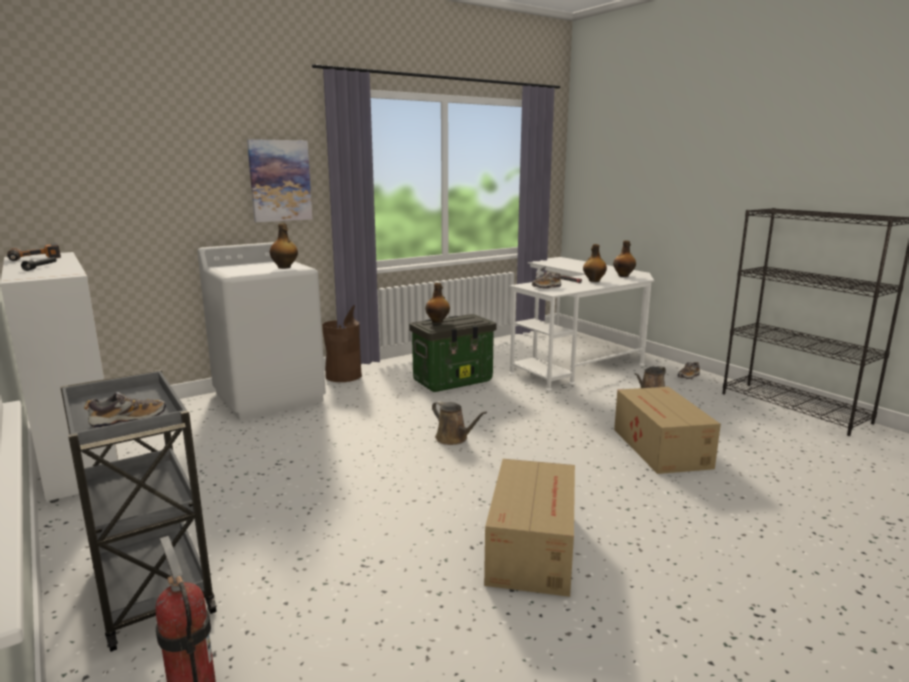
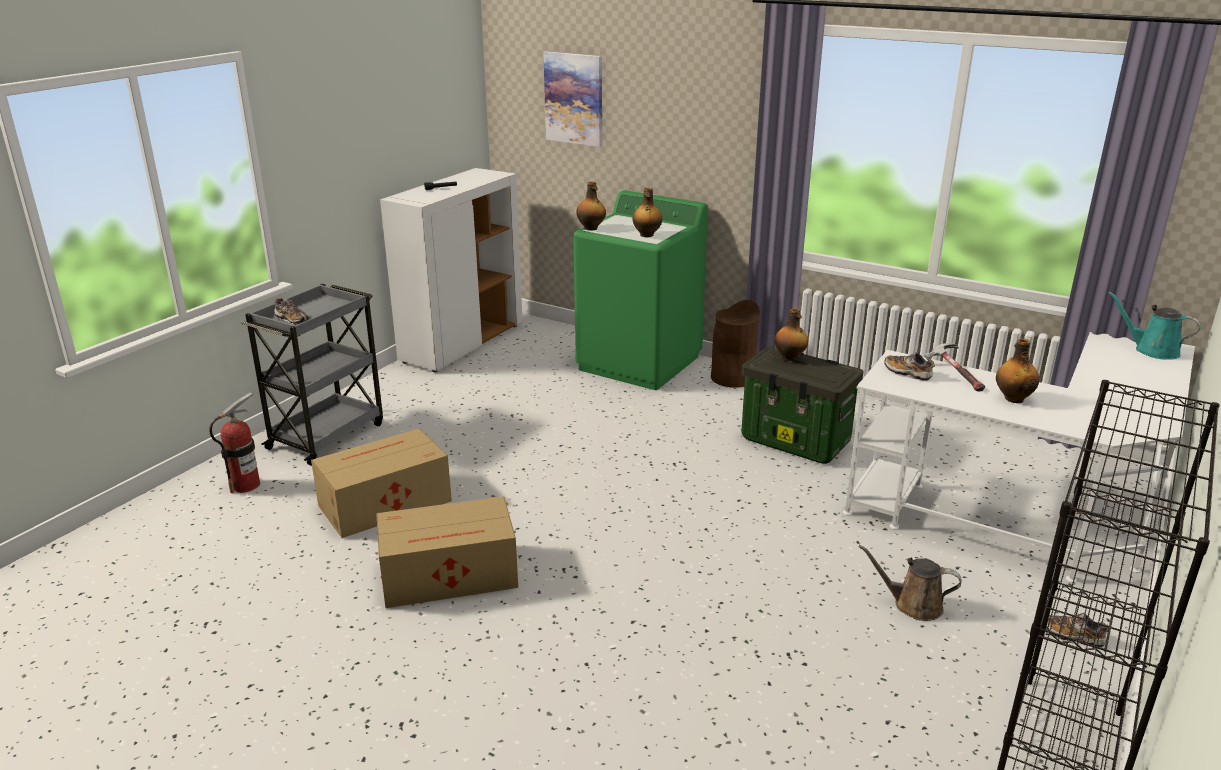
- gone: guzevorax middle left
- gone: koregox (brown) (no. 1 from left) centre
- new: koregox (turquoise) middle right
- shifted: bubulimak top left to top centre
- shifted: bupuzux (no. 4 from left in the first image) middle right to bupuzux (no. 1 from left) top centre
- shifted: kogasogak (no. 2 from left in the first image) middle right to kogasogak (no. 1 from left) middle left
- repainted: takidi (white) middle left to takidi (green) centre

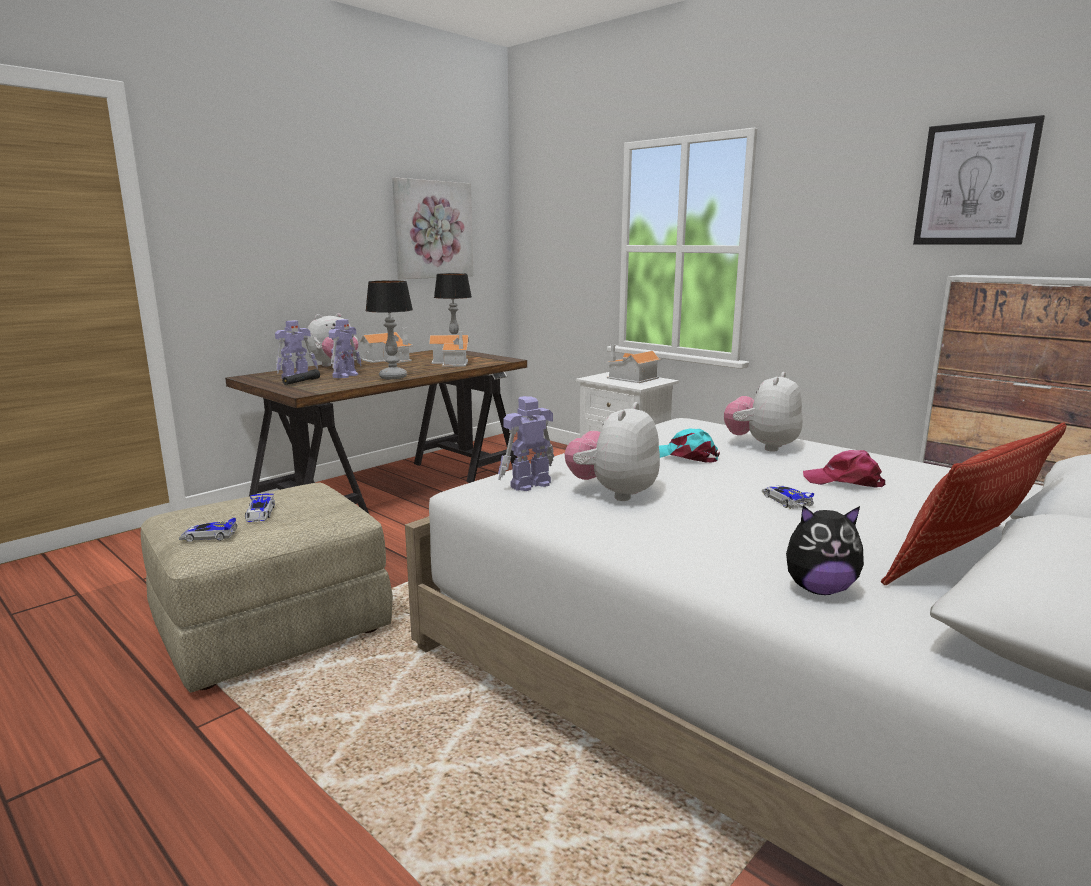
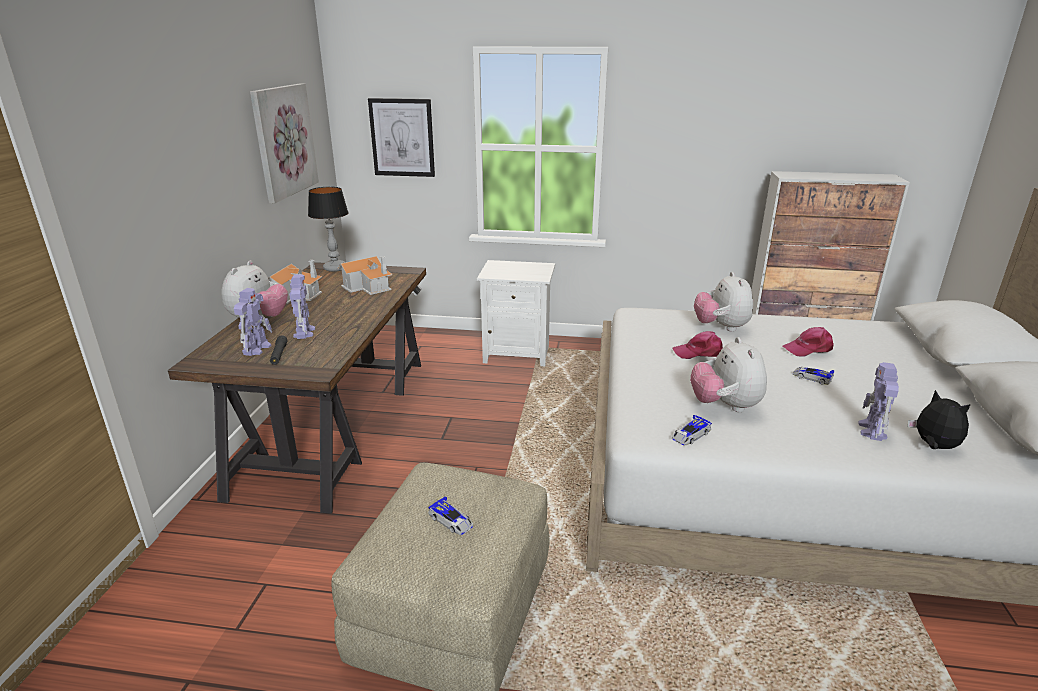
- gone: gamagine (no. 1 from left) centre
- gone: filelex (no. 3 from left) centre
- gone: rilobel middle right
- shifted: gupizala (no. 1 from left in the first image) middle left to gupizala (no. 2 from left) middle right
- shifted: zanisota (no. 3 from left) centre to middle right
- shifted: bubulimak (no. 2 from left) top right to top centre
- repainted: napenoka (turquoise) centre to napenoka (pink) (no. 1 from left) middle right
- rotated: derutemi (no. 4 from left) middle right = middle right 90 degrees counterclockwise

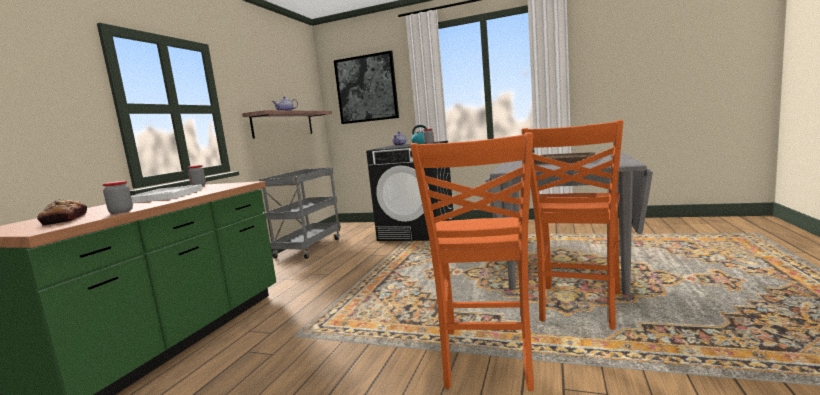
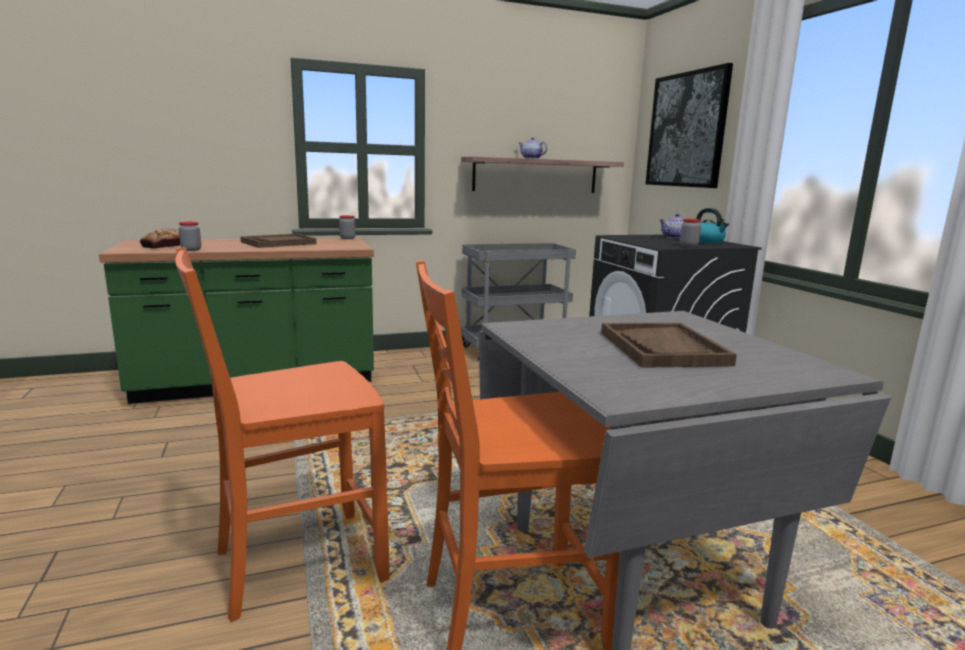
- repainted: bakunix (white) middle left to bakunix (brown) (no. 1 from left) middle left

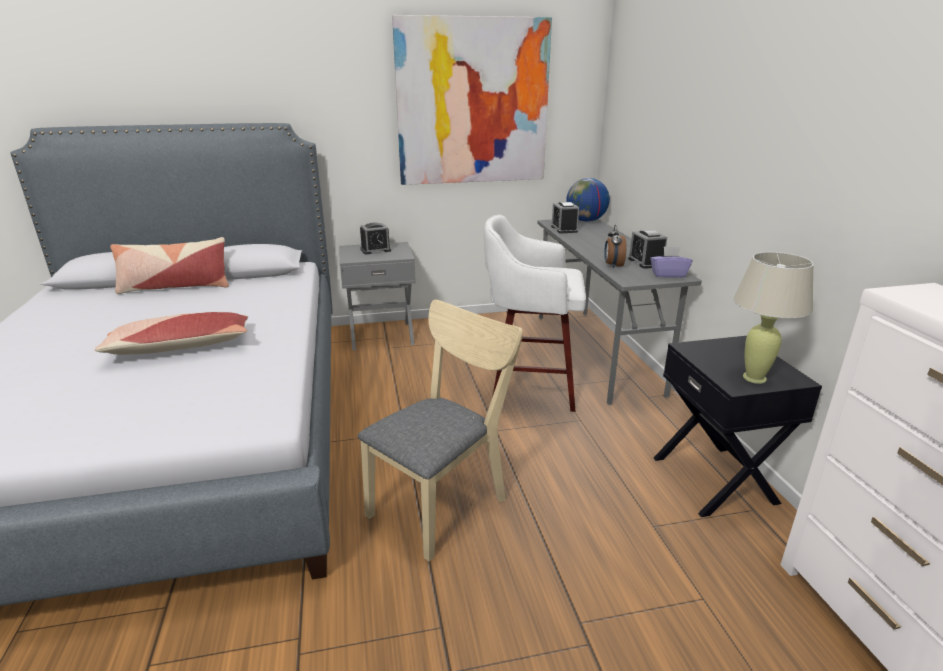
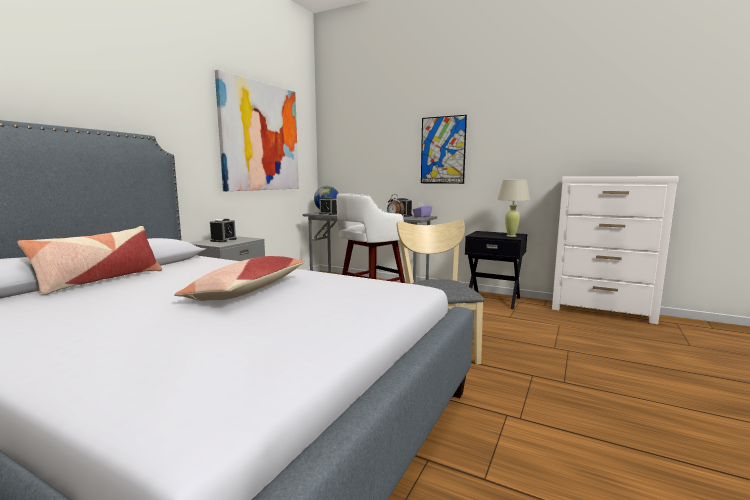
- new: bubulimak (no. 2 from left) top centre

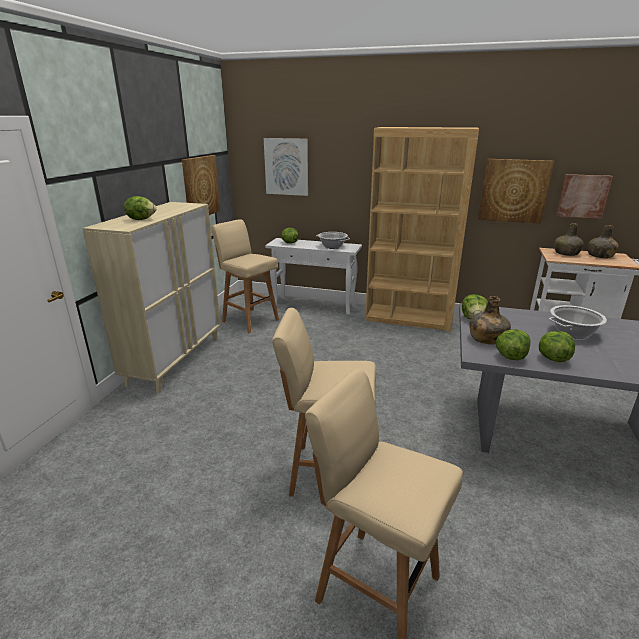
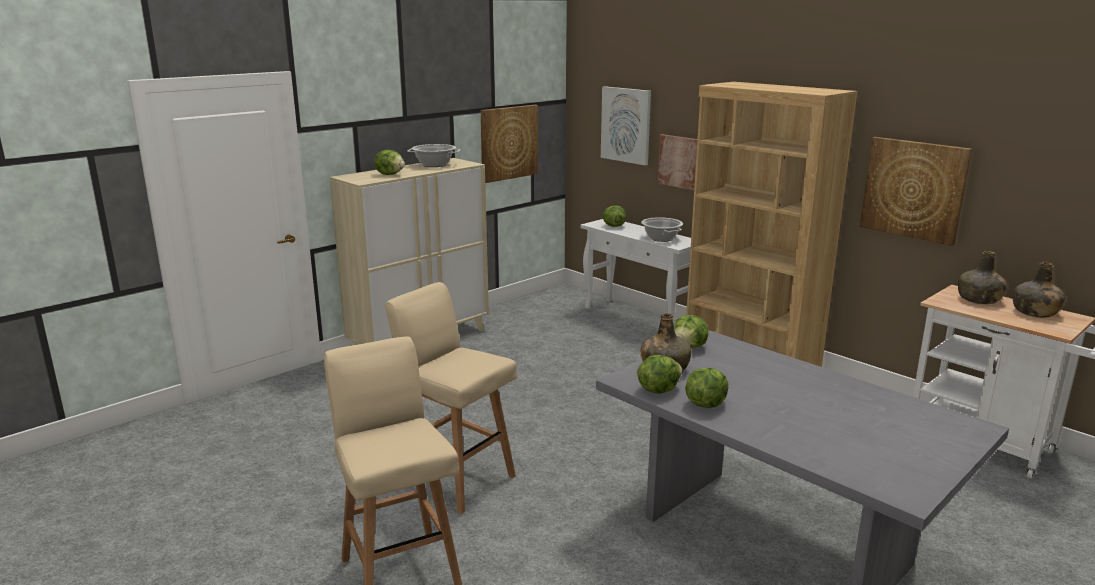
- gone: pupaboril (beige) (no. 1 from left) centre
- shifted: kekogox (no. 2 from left in the first image) middle right to kekogox (no. 1 from left) top centre
- shifted: bubulimak (no. 4 from left in the first image) top right to bubulimak (no. 3 from left) top centre

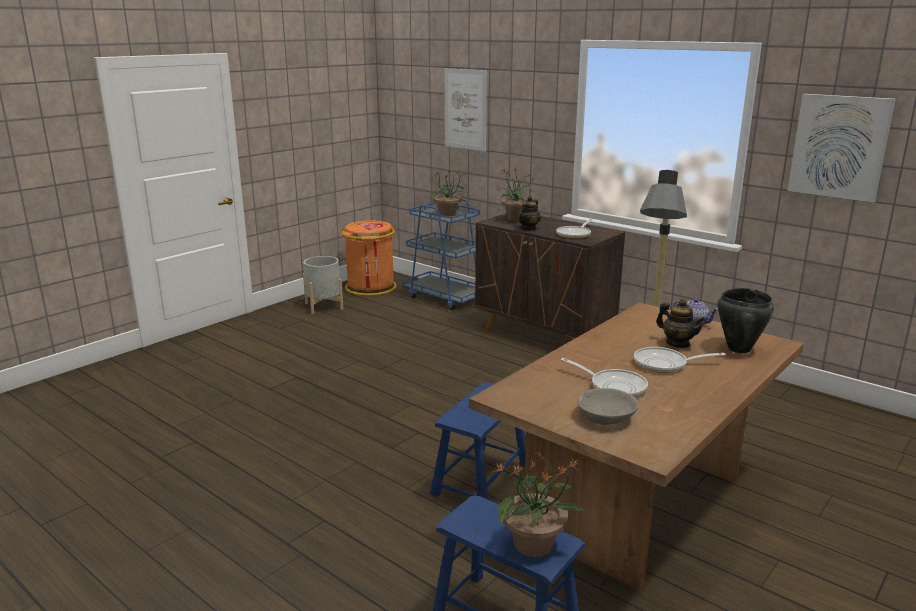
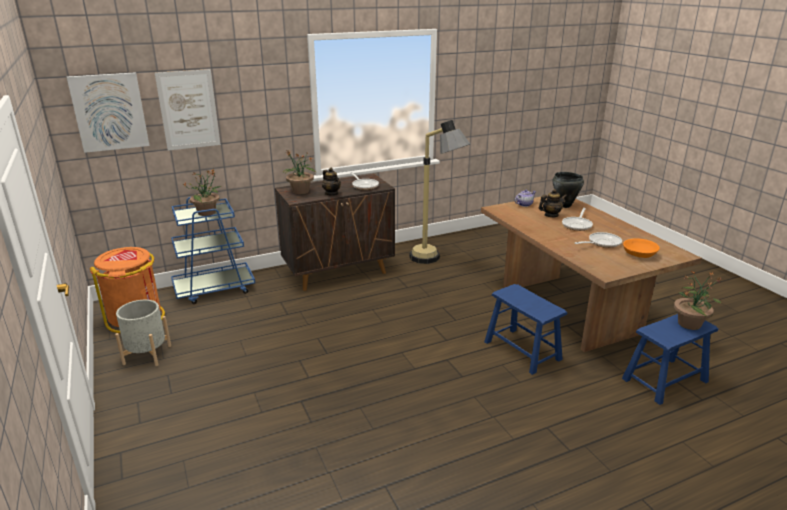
- shifted: bubulimak (no. 2 from left in the first image) top right to bubulimak (no. 1 from left) top left
- repainted: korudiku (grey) centre to korudiku (orange) middle right

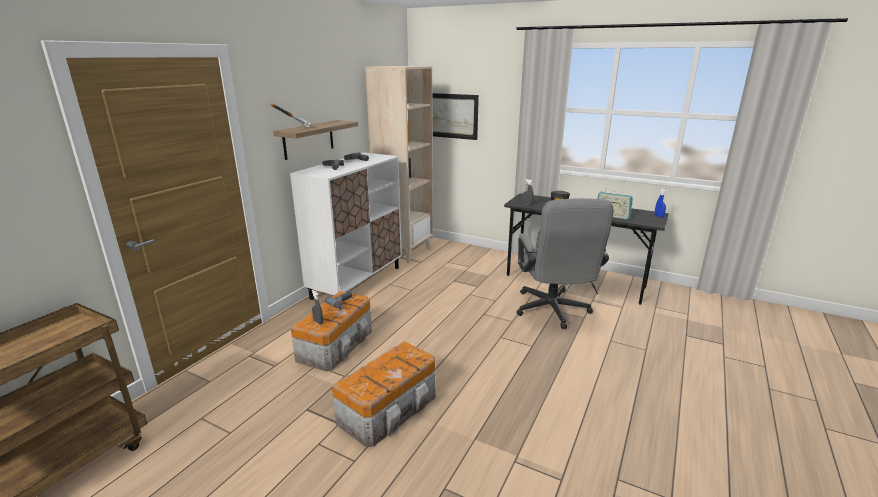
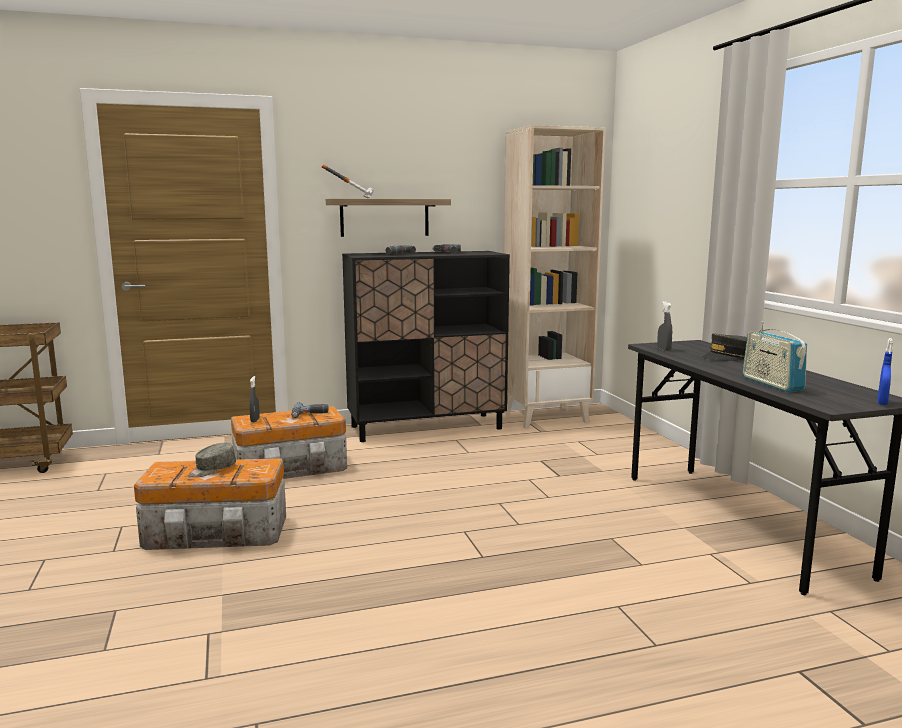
- gone: bubulimak top centre
- gone: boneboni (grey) centre
- new: napenoka (grey) (no. 1 from left) middle left
- repainted: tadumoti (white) centre to tadumoti (black) centre

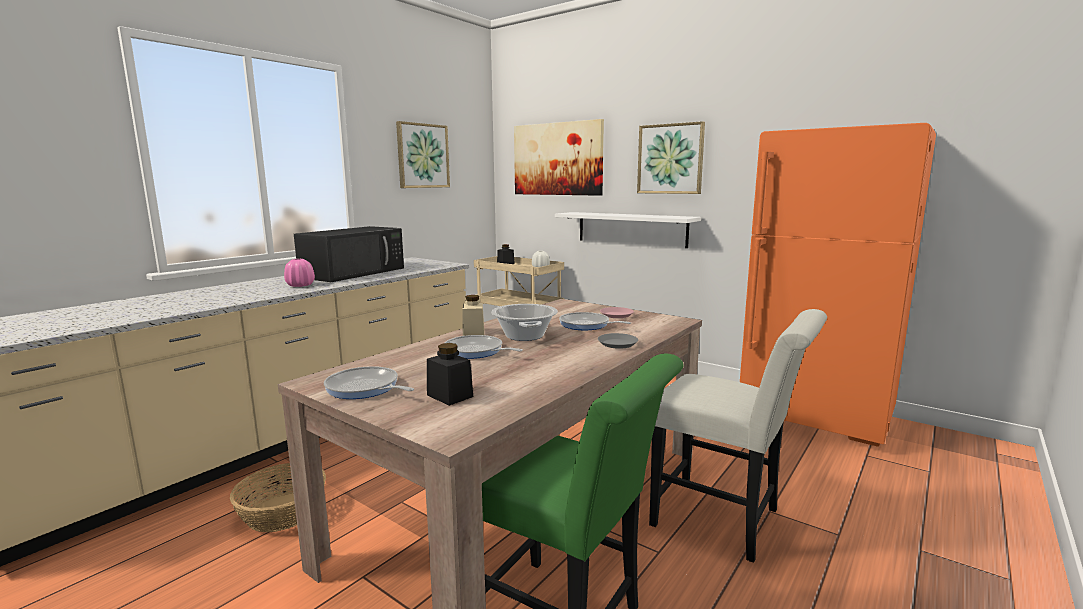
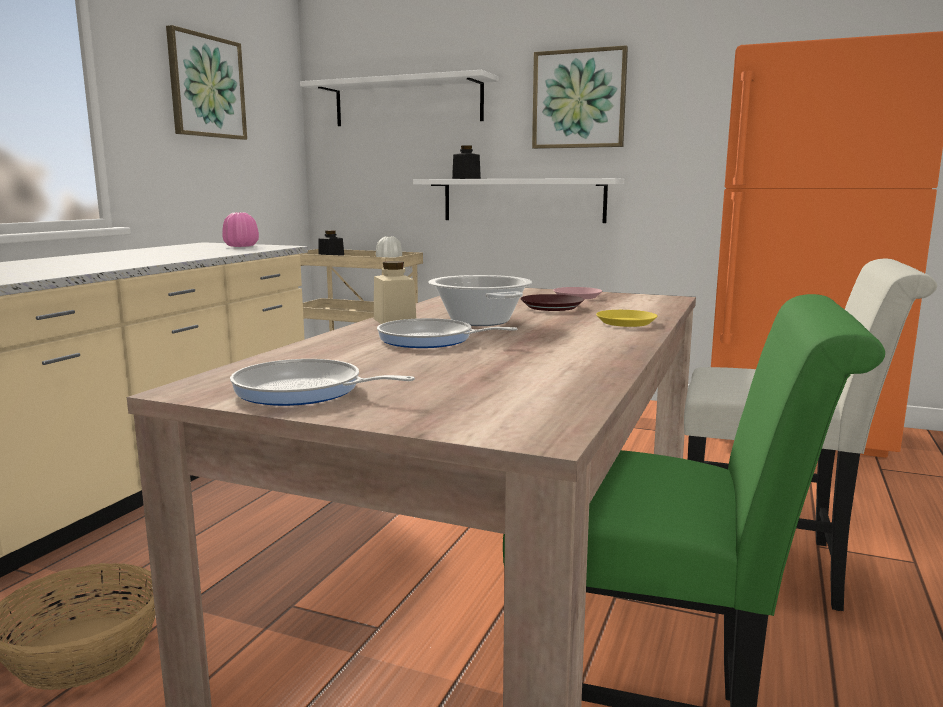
- gone: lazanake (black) middle left
- shifted: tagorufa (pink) middle left to top left
- shifted: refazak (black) (no. 1 from left in the first image) centre to refazak (black) (no. 2 from left) top centre
- swapped: bubulimak (no. 2 from left) top centre to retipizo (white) (no. 1 from left) top centre
- swapped: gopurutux (no. 3 from left) centre to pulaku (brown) centre
- repainted: pulaku (grey) centre to pulaku (yellow) centre

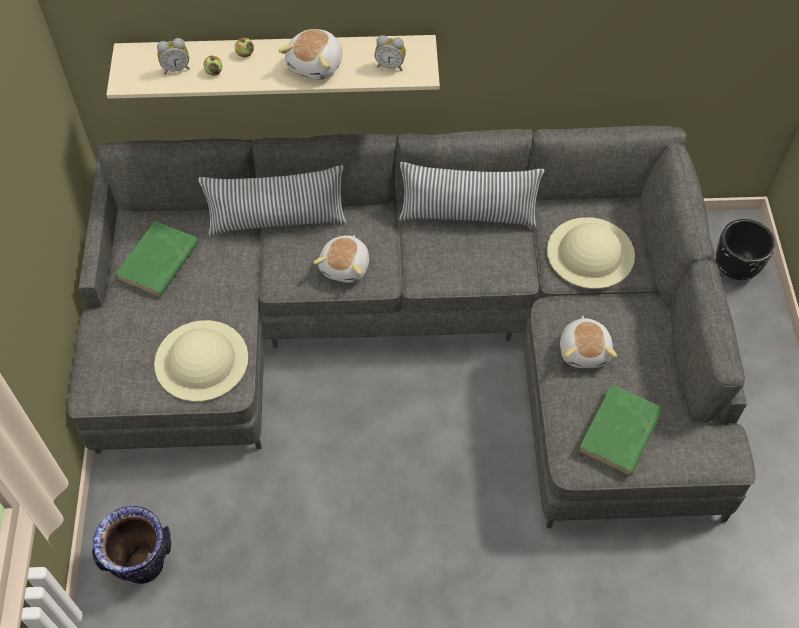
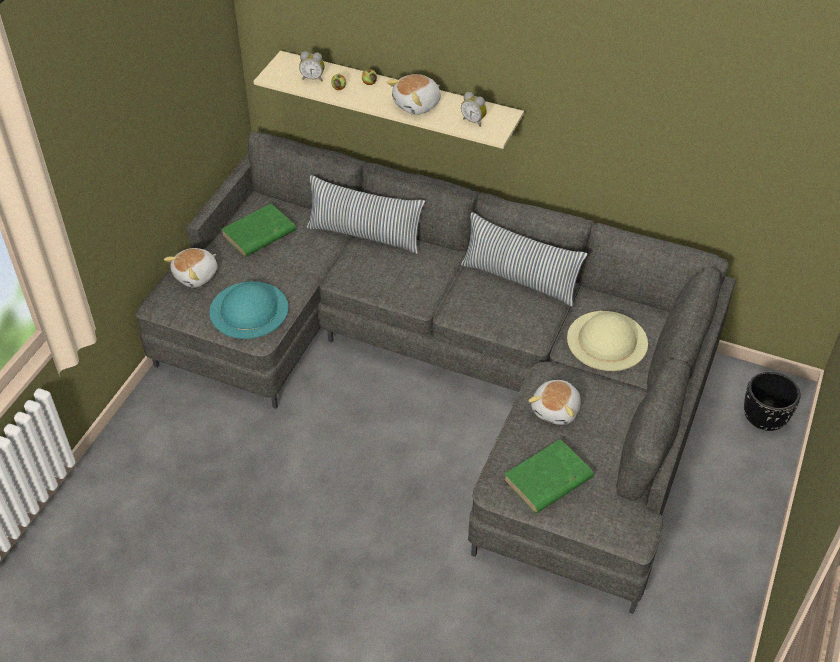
- gone: tagorufa bottom left
- shifted: derutemi (no. 2 from left in the first image) centre to derutemi (no. 1 from left) middle left
- repainted: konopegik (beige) (no. 1 from left) middle left to konopegik (turquoise) middle left

